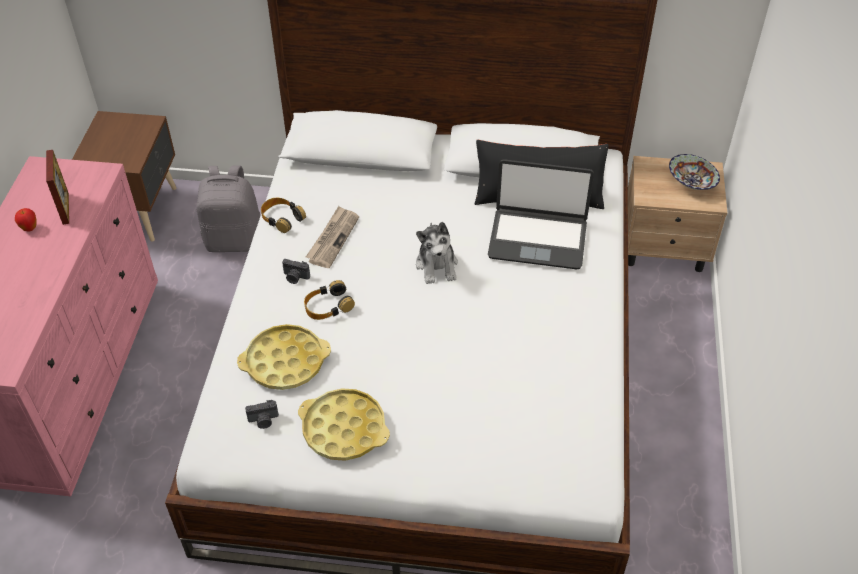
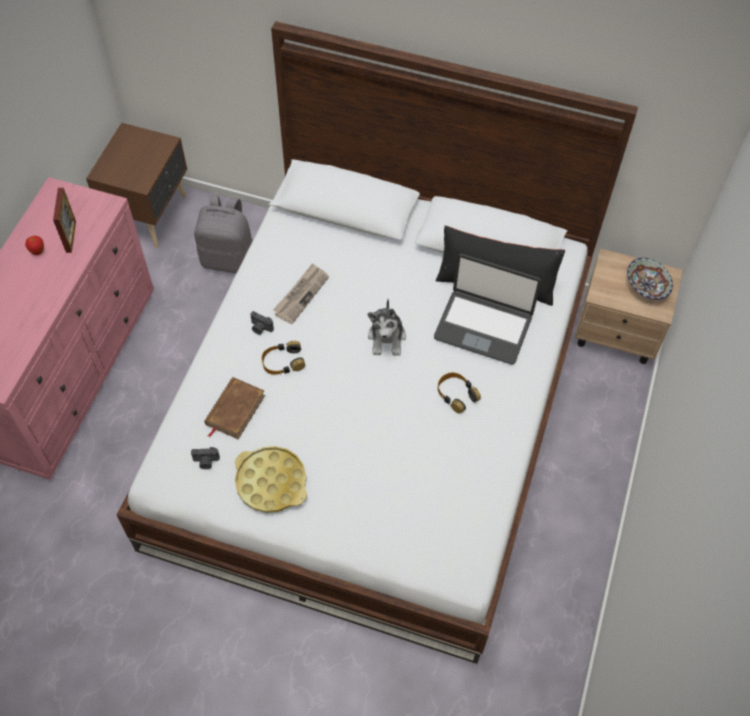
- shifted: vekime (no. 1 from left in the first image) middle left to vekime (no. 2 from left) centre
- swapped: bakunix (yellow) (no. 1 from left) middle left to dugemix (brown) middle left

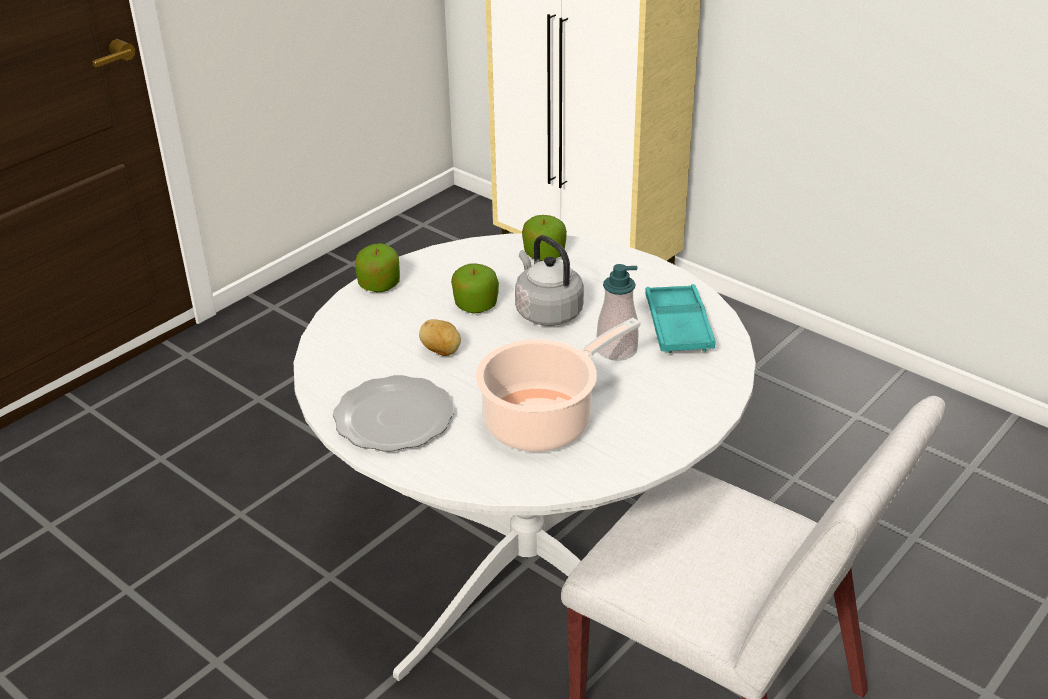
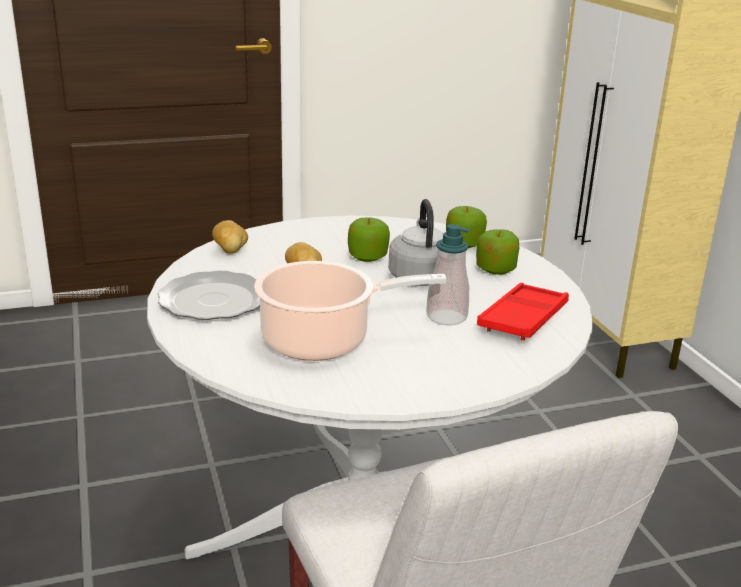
- new: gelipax (no. 1 from left) middle left
- shifted: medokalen (no. 1 from left in the first image) centre to medokalen (no. 3 from left) middle right
- repainted: bakunix (turquoise) centre to bakunix (red) middle right

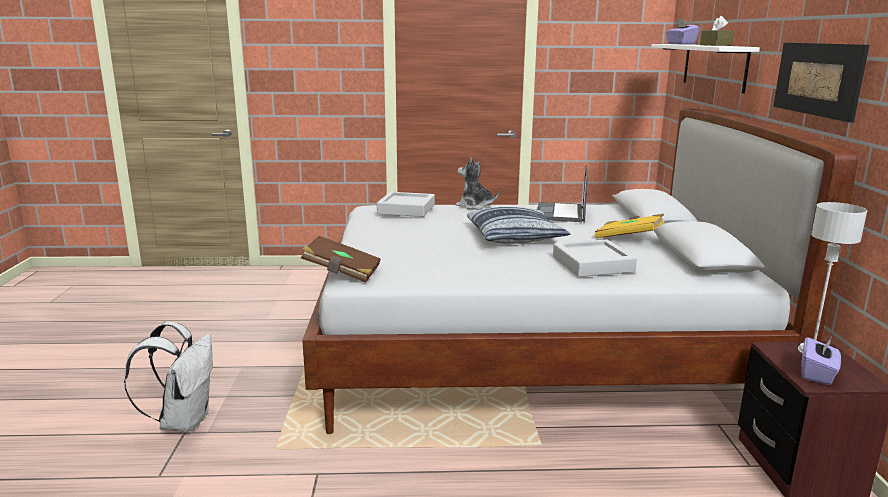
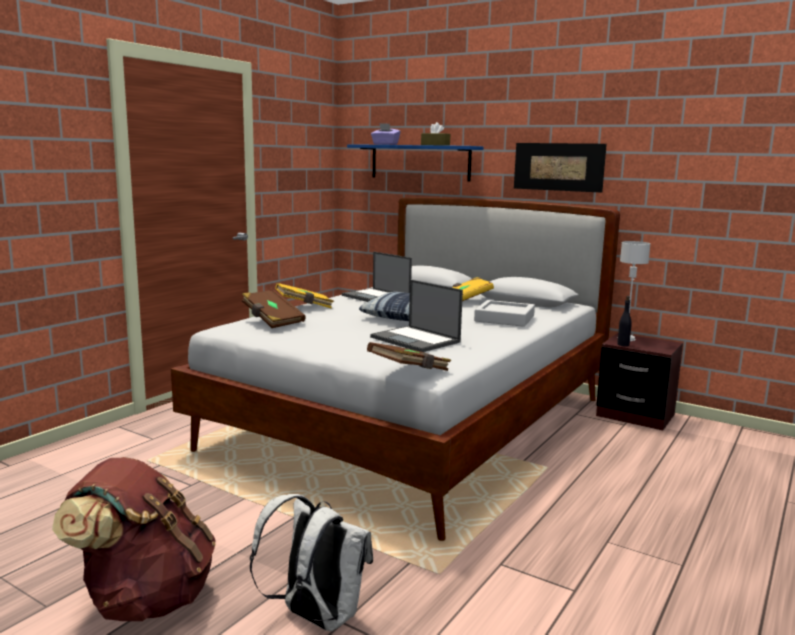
- gone: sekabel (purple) (no. 2 from left) bottom right
- new: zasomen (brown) bottom left
- new: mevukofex (no. 2 from left) centre
- new: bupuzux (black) middle right
- swapped: bakunix (grey) (no. 1 from left) centre to dugemix (brown) (no. 1 from left) centre
- swapped: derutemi centre to dugemix (yellow) (no. 1 from left) centre
- repainted: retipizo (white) top right to retipizo (blue) top centre

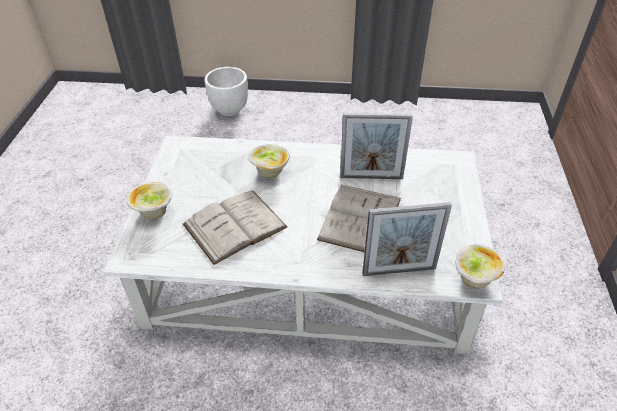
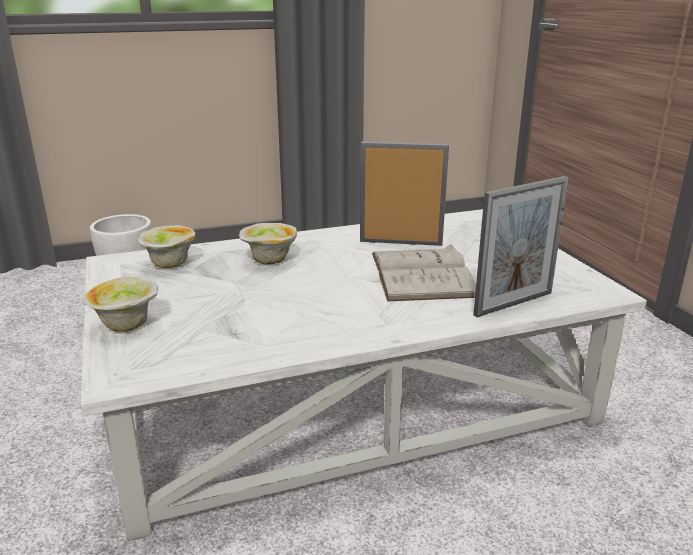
- gone: dugemix (white) (no. 1 from left) centre
- shifted: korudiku (no. 3 from left in the first image) middle right to korudiku (no. 2 from left) middle left
- rotated: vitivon (no. 1 from left) centre = centre 150 degrees counterclockwise

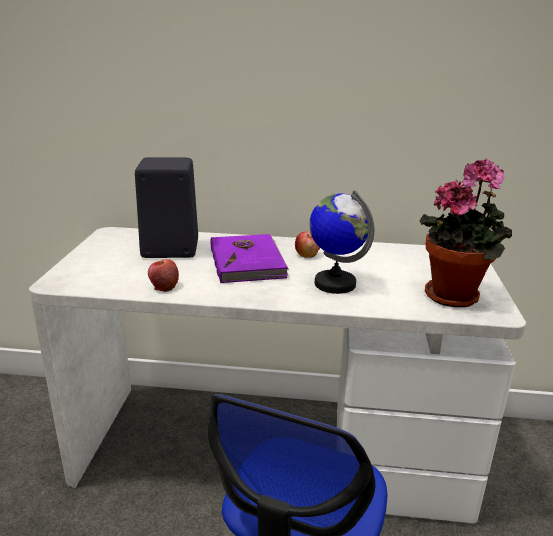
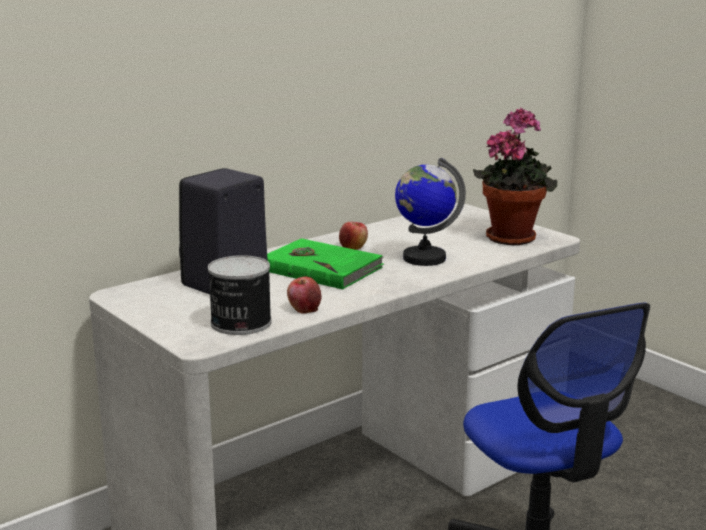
- new: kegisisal centre
- repainted: dugemix (purple) centre to dugemix (green) centre

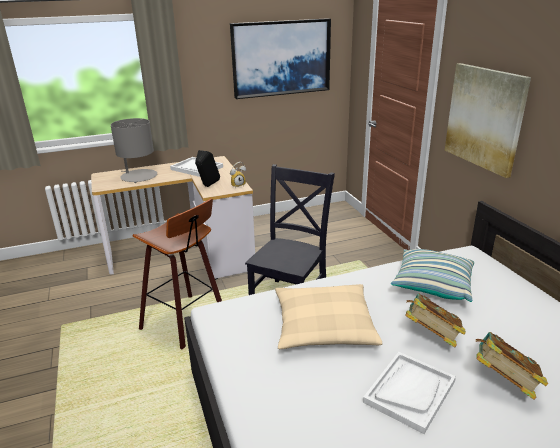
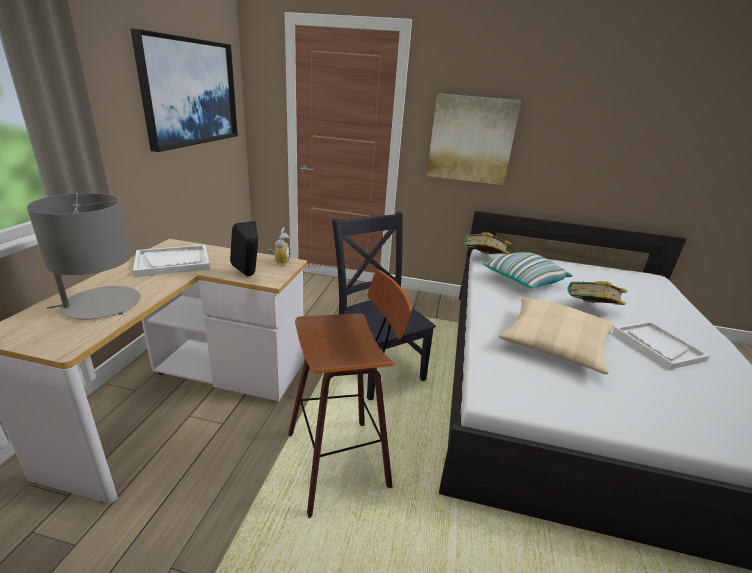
- shifted: dugemix (no. 2 from left in the first image) bottom right to dugemix (no. 1 from left) centre

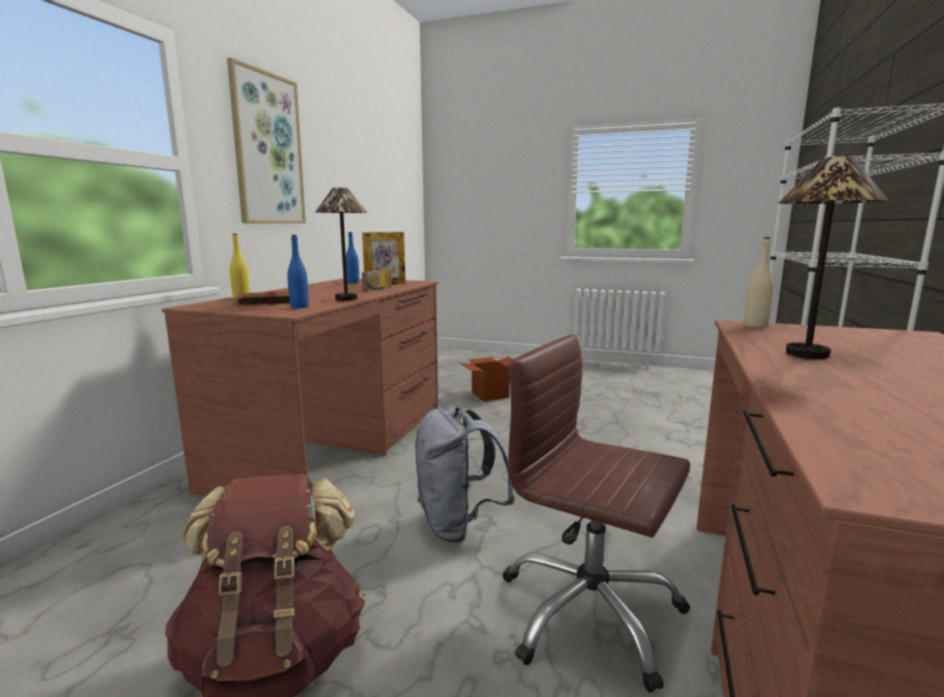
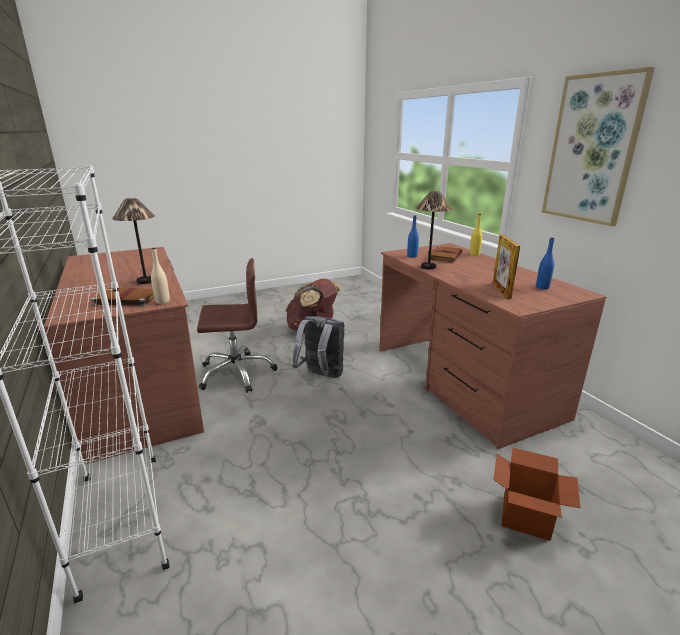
- gone: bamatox centre
- new: dugemix (brown) (no. 1 from left) middle left

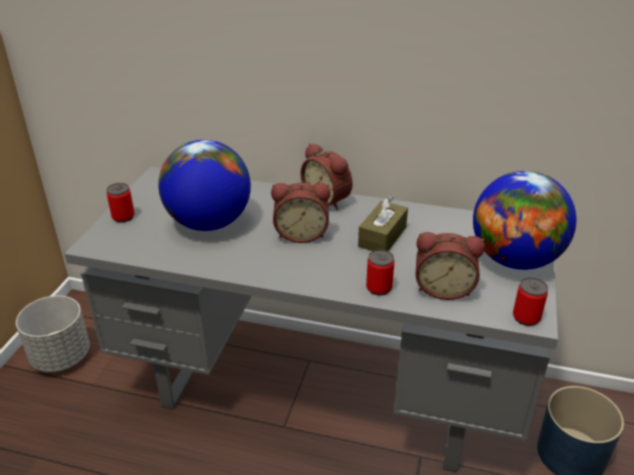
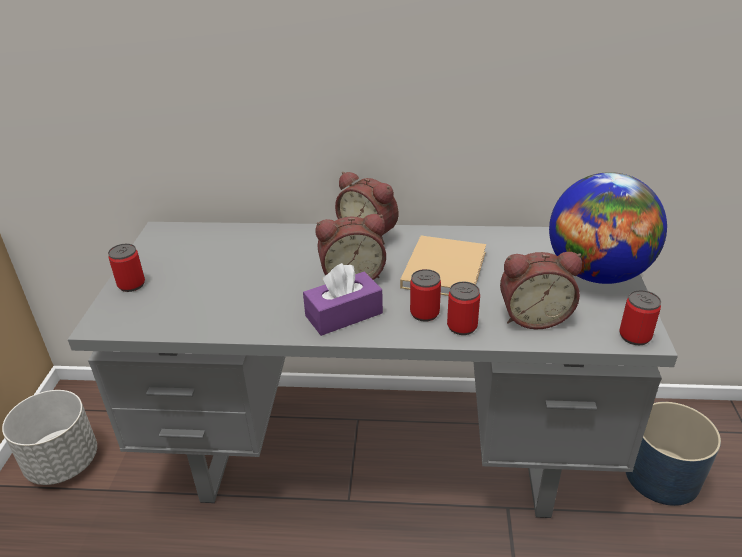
- gone: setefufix (no. 1 from left) middle left
- new: sekabel (purple) centre
- new: kegisisal (no. 2 from left) centre
- swapped: sekabel (brown) centre to dugemix (beige) centre

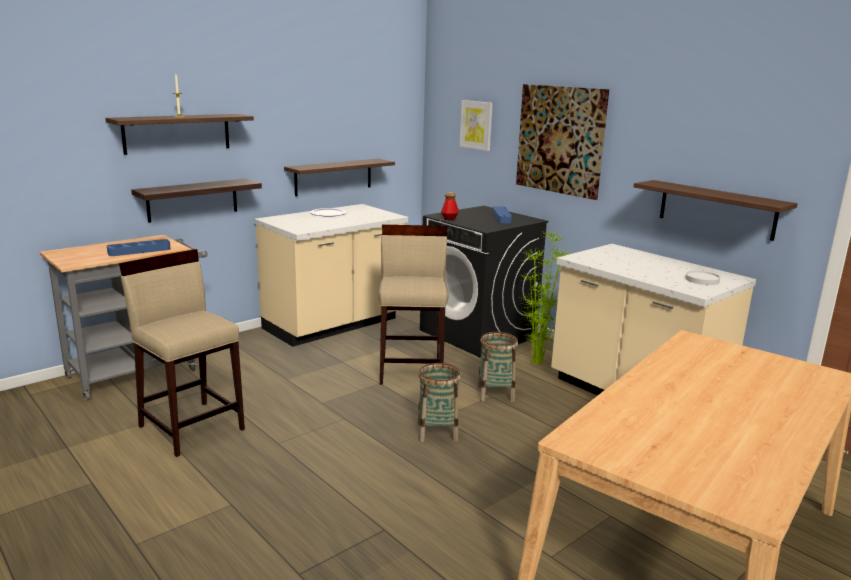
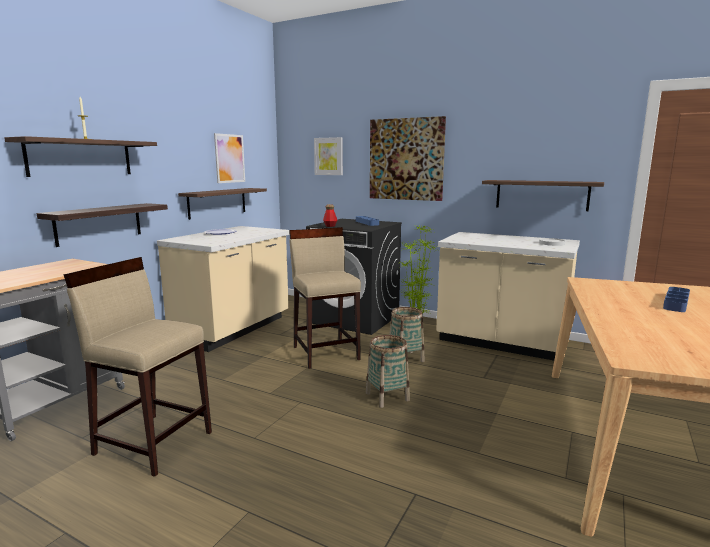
- new: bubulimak (no. 1 from left) top left
- shifted: bakunix (blue) (no. 1 from left in the first image) middle left to bakunix (blue) (no. 2 from left) middle right

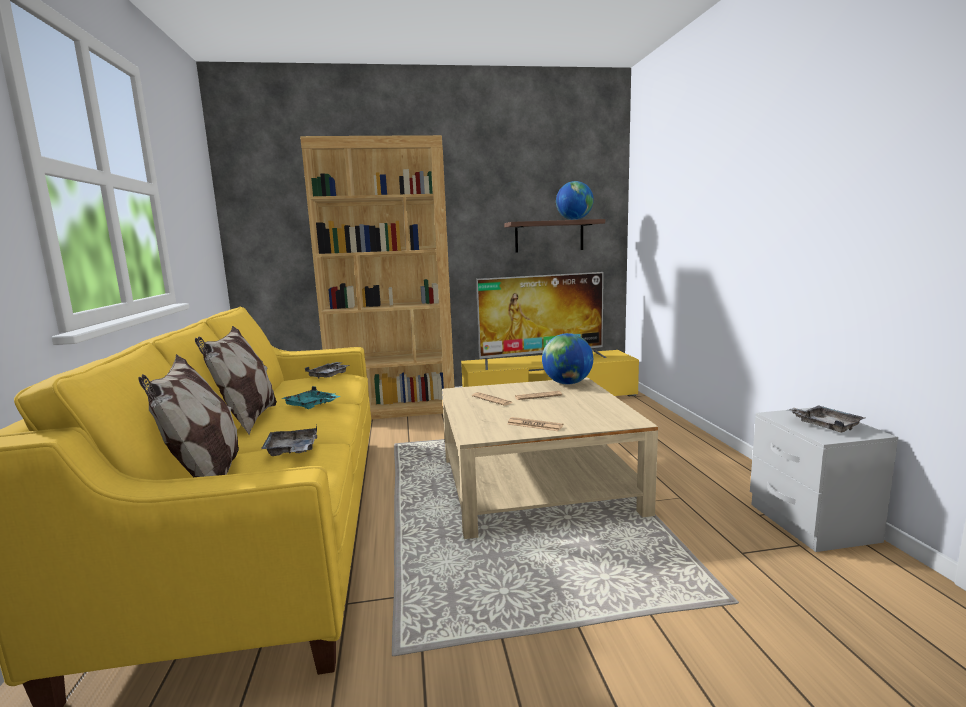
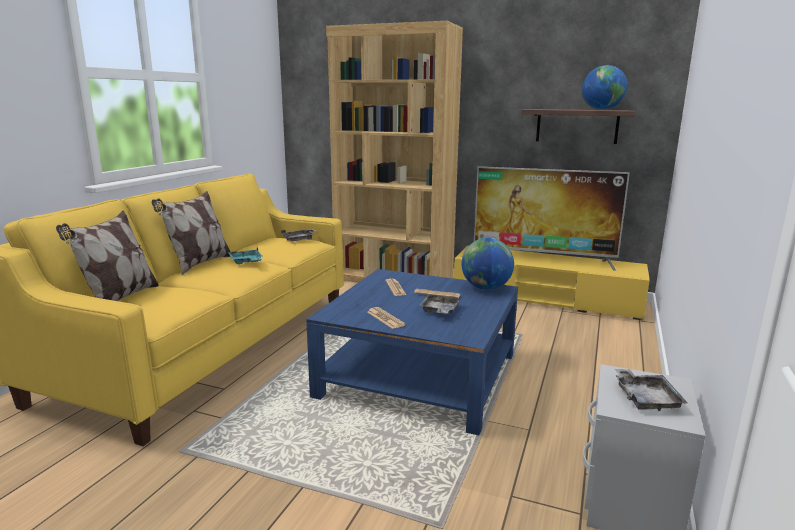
- shifted: bakunix (grey) (no. 1 from left in the first image) middle left to bakunix (grey) (no. 2 from left) centre
- repainted: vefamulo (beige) centre to vefamulo (blue) centre

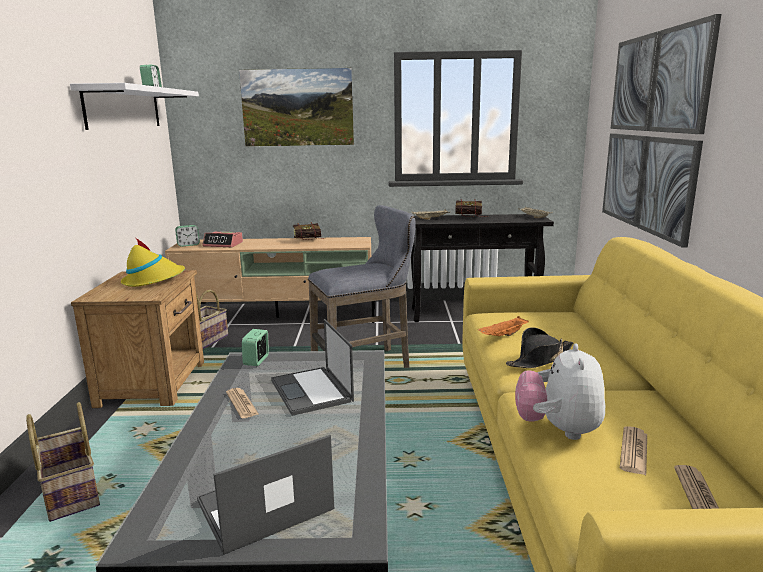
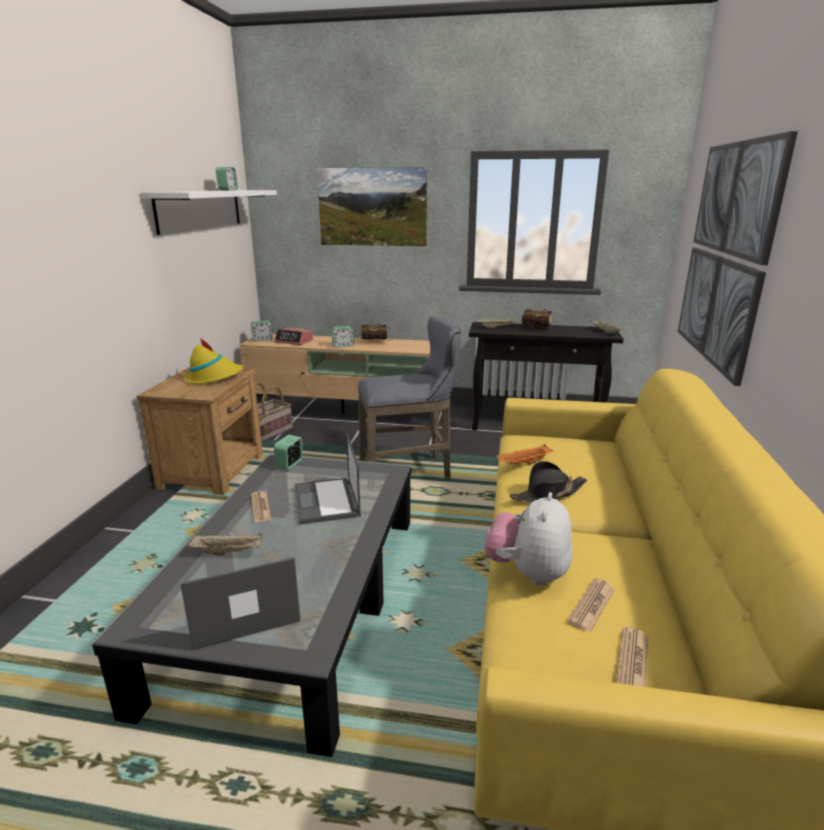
- gone: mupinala (no. 1 from left) bottom left
- new: bakunix (beige) (no. 1 from left) middle left
- new: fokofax (no. 5 from left) centre

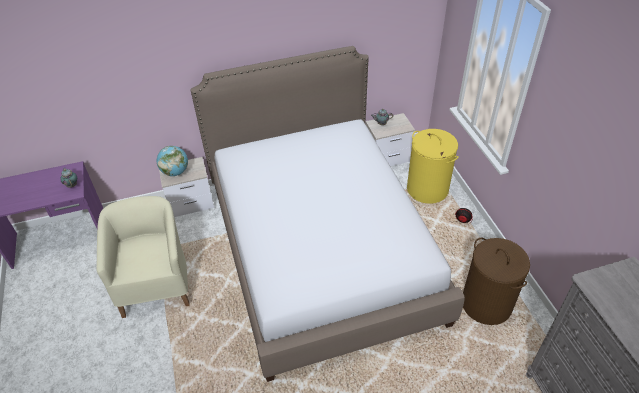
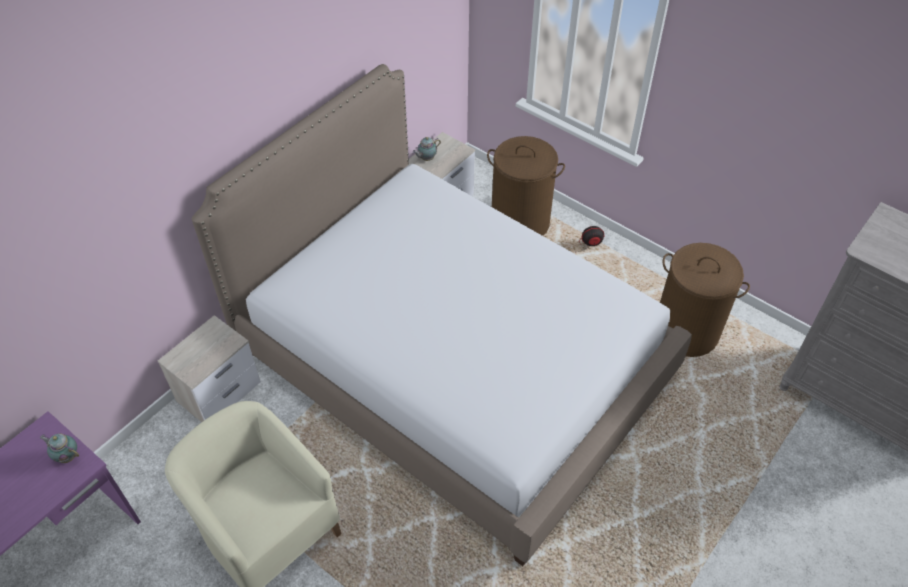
- gone: setefufix middle left
- repainted: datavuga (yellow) middle right to datavuga (brown) (no. 1 from left) top centre

